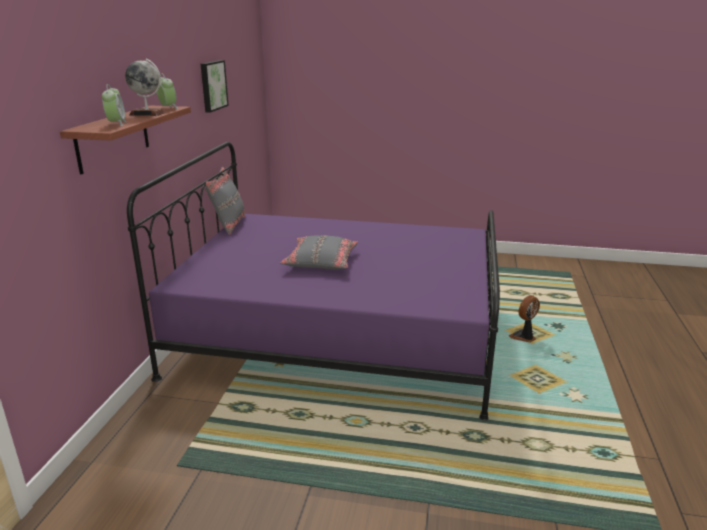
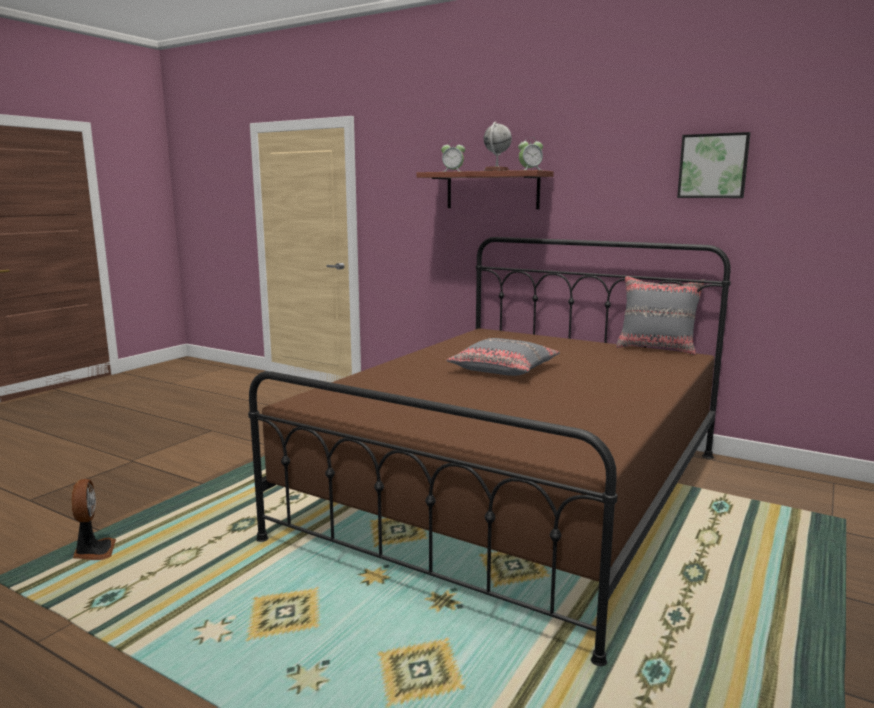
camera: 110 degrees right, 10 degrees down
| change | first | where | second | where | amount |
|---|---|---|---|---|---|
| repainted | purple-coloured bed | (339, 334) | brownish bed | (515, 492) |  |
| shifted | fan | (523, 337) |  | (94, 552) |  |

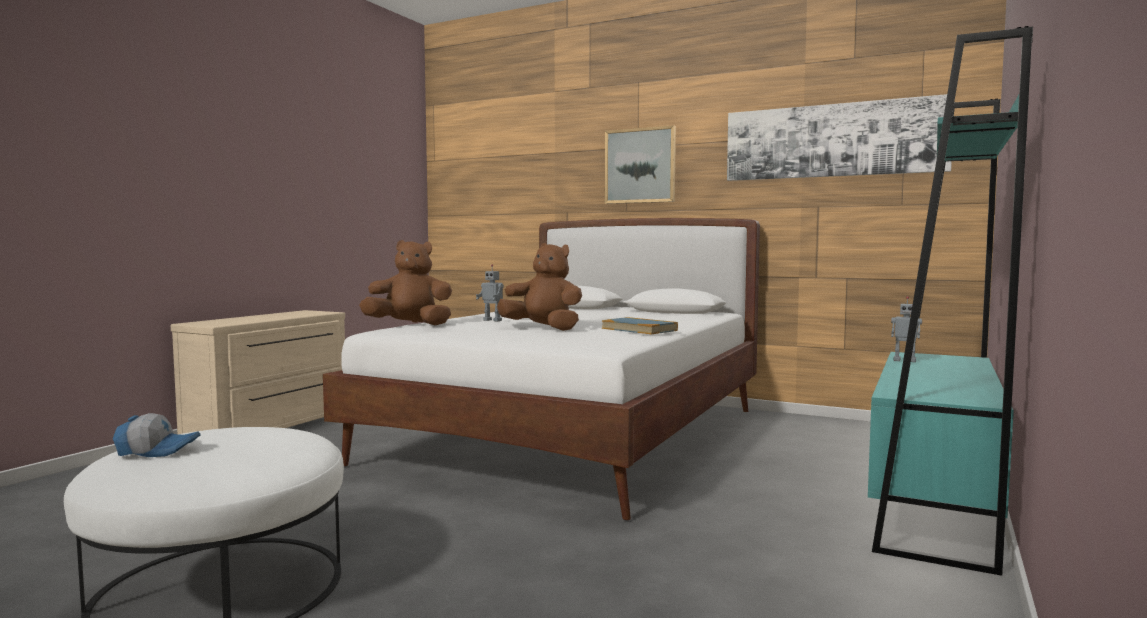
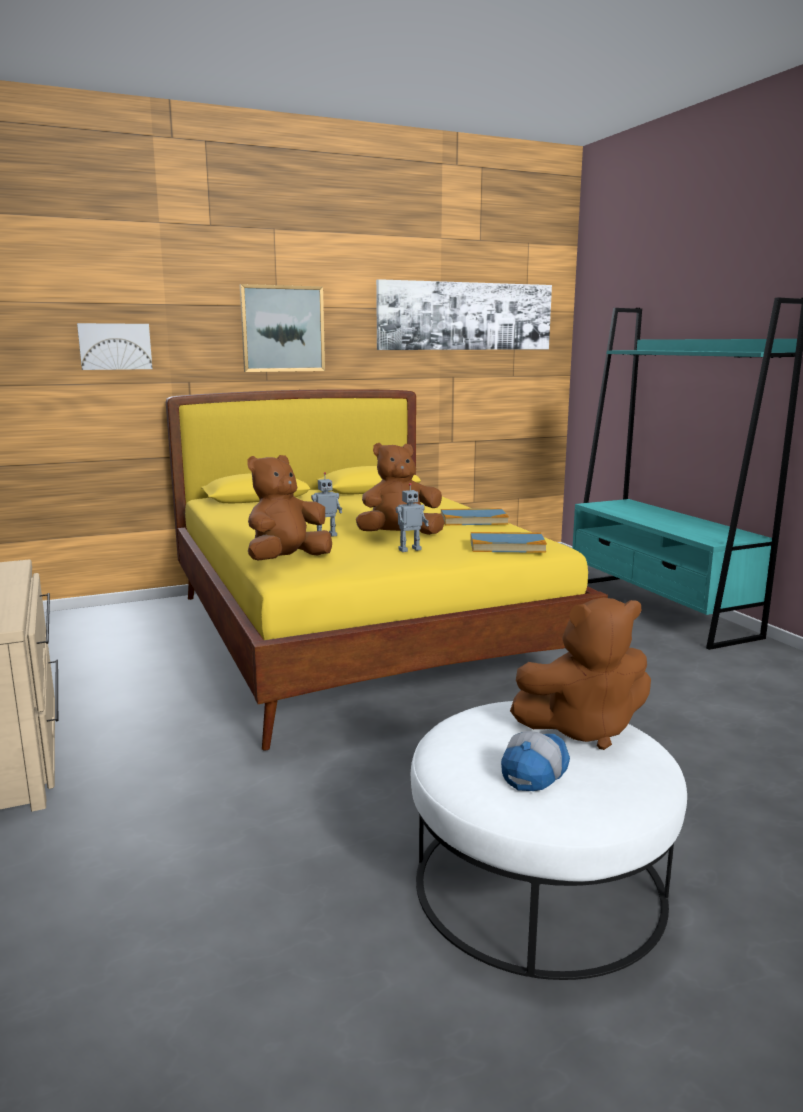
camera: 50 degrees left, 10 degrees up
| change | first | where | second | where | amount |
|---|---|---|---|---|---|
| repainted | white-coloured bed | (574, 436) | yellow bed | (358, 637) |  |
| shifted | robot figure | (904, 360) |  | (409, 549) |  |
| new |  |  | wall art | (115, 346) |  |
| new |  |  | book | (507, 546) |  |
| new |  |  | brownish soft toy | (583, 728) |  |

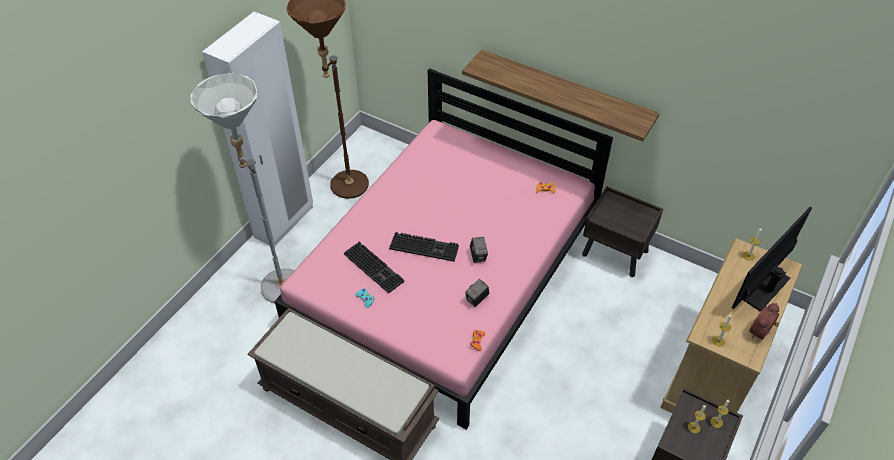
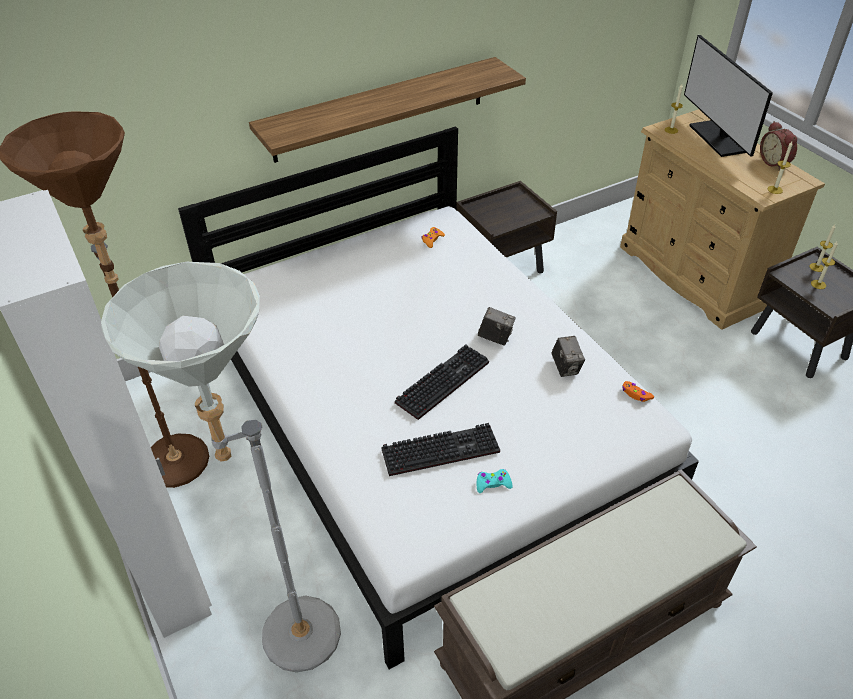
camera: 60 degrees left, 5 degrees down
| change | first | where | second | where | amount |
|---|---|---|---|---|---|
| repainted | pink-coloured bed | (447, 275) | white-coloured bed | (428, 423) |  |

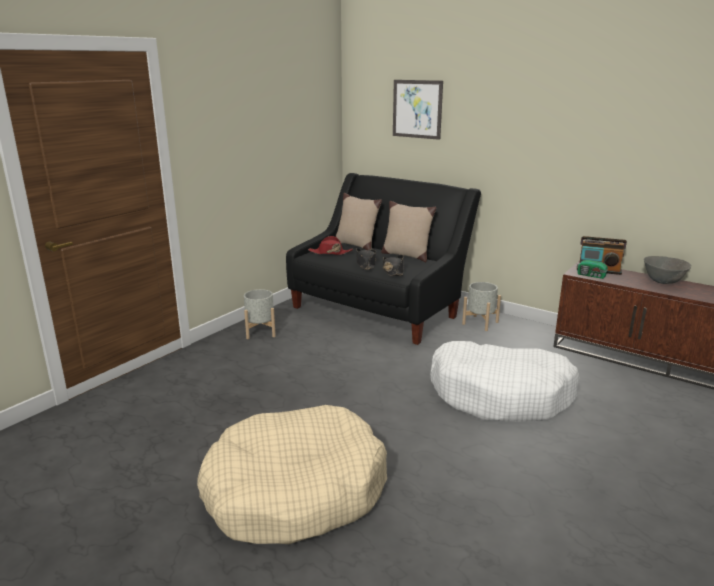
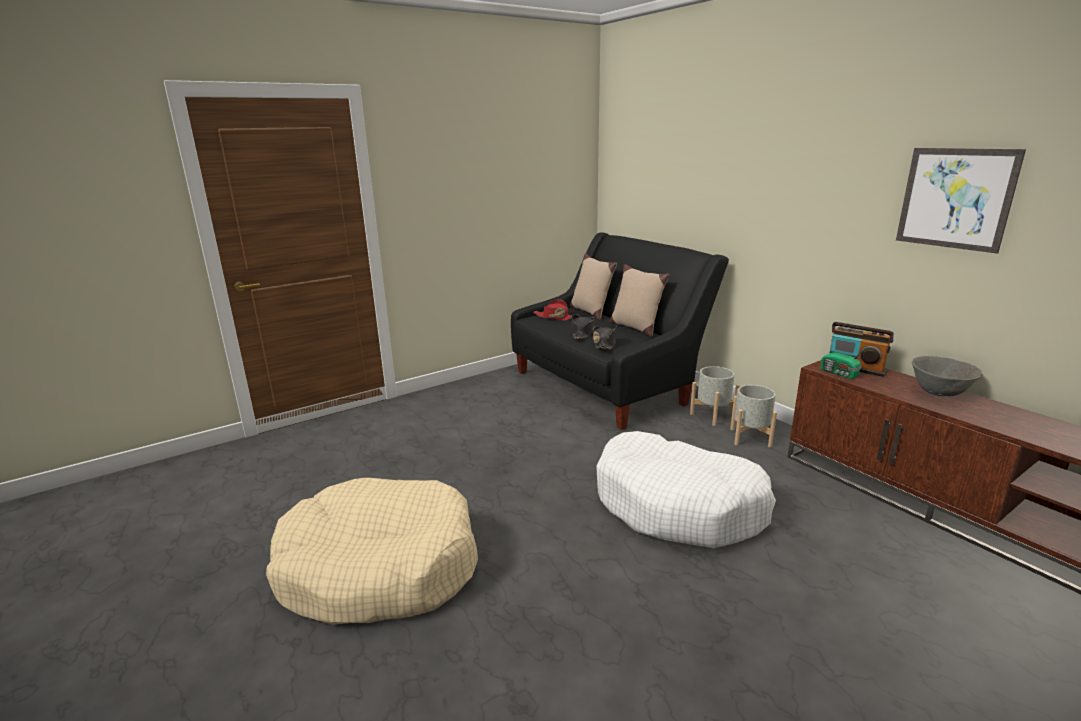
camera: 20 degrees right, 0 degrees up
| change | first | where | second | where | amount |
|---|---|---|---|---|---|
| shifted | gray planter | (260, 332) |  | (750, 437) |  |
| shifted | wall art | (417, 109) |  | (955, 198) |  |

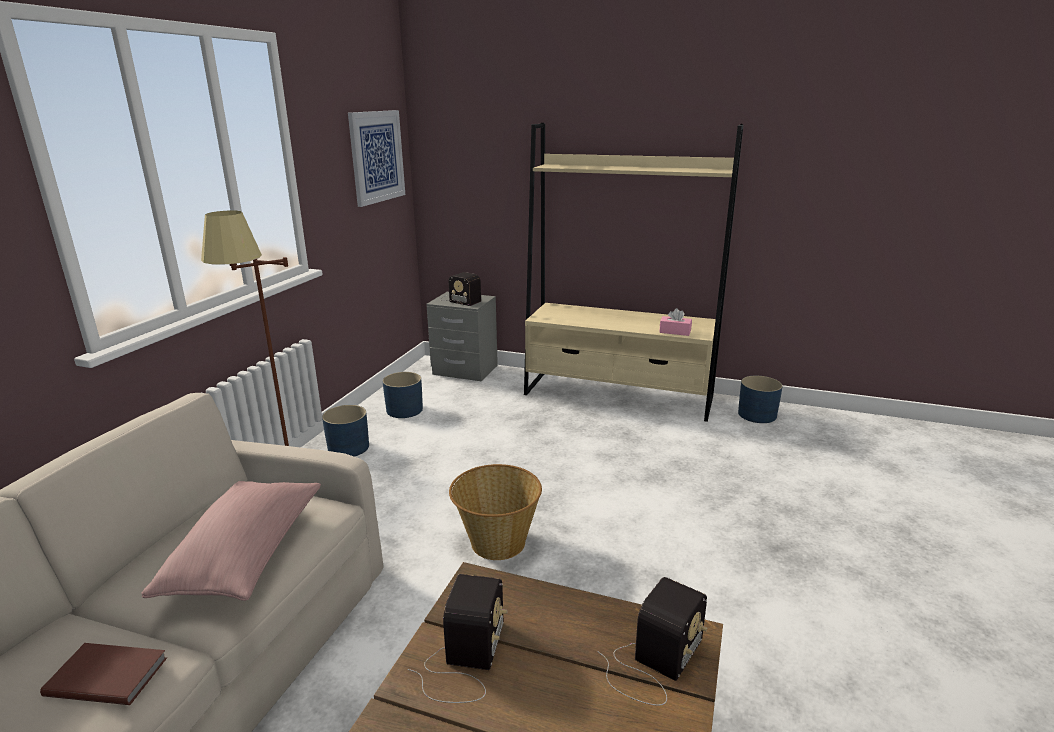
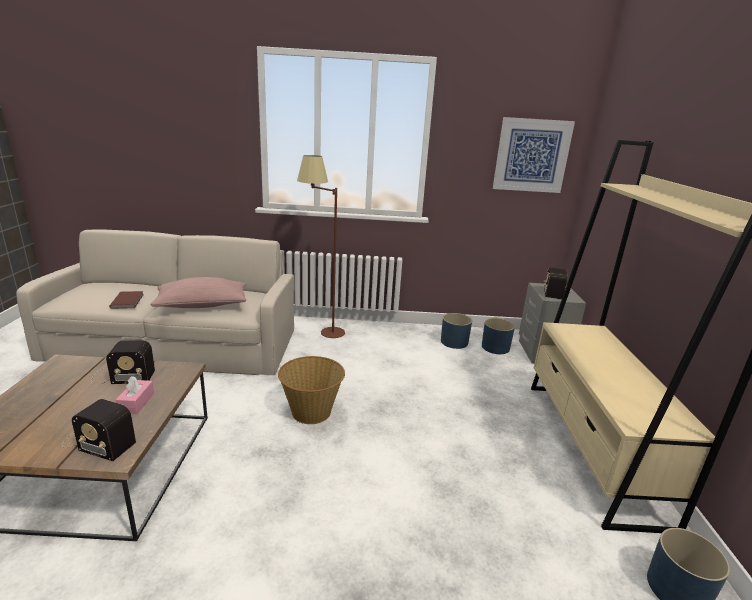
camera: 70 degrees right, 0 degrees up
| change | first | where | second | where | amount |
|---|---|---|---|---|---|
| shifted | bluish planter | (348, 447) |  | (495, 347) |  |
| shifted | pink-coloured tissue holder | (675, 331) |  | (136, 403) |  |

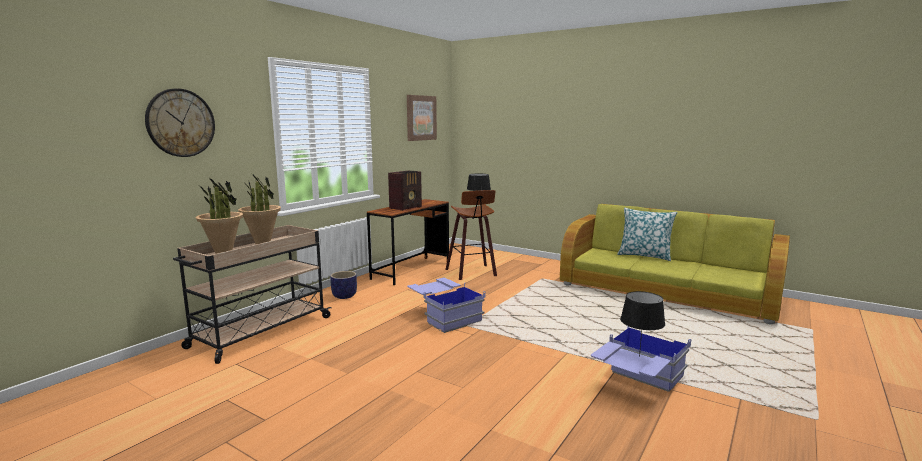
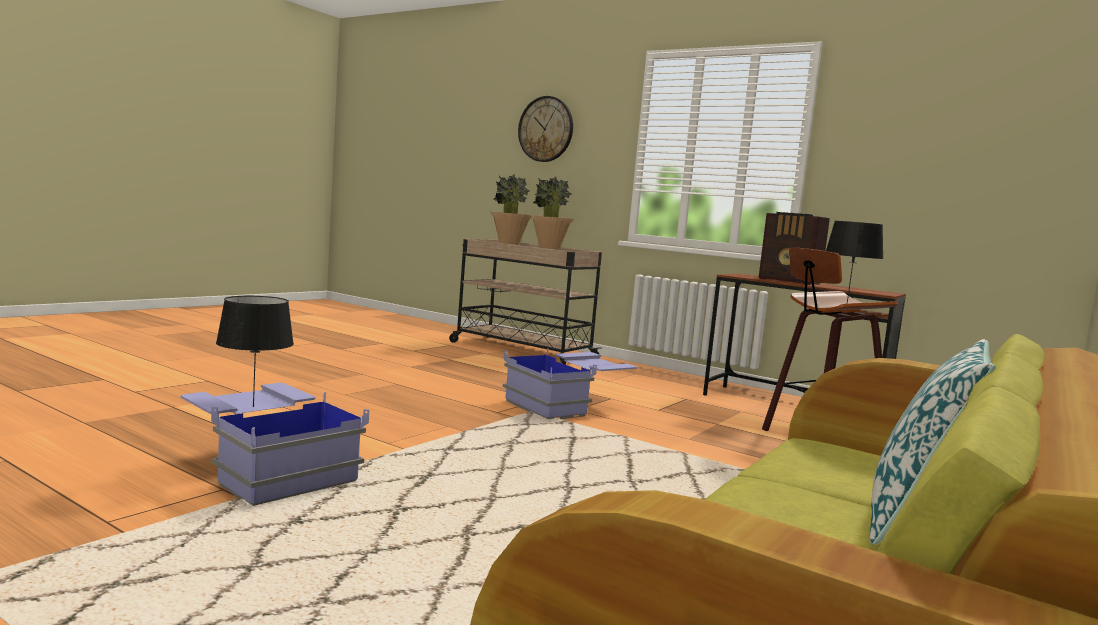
camera: 90 degrees right, 5 degrees down
| change | first | where | second | where | amount |
|---|---|---|---|---|---|
| gone | planter | (344, 296) |  |  |  |
| gone | wall art | (421, 118) |  |  |  |

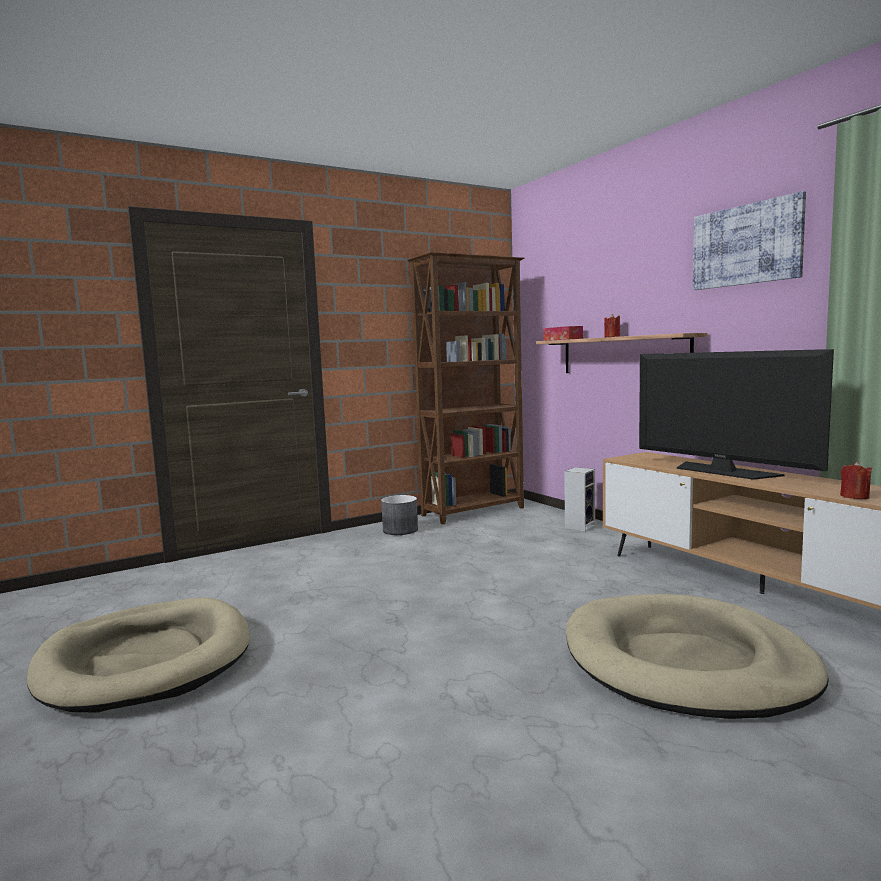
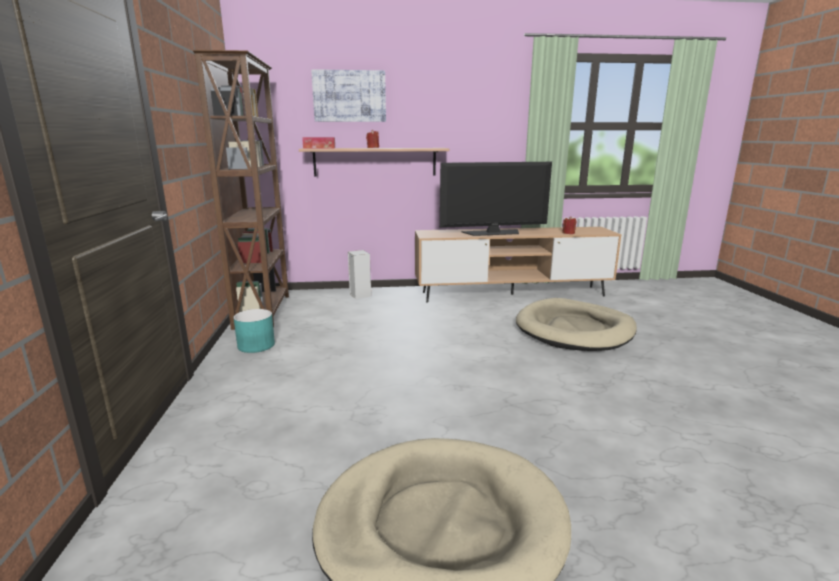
camera: 65 degrees left, 10 degrees up
| change | first | where | second | where | amount |
|---|---|---|---|---|---|
| repainted | gray planter | (400, 530) | blue-green planter | (256, 345) |  |
| shifted | wall art | (746, 245) |  | (349, 96) |  |

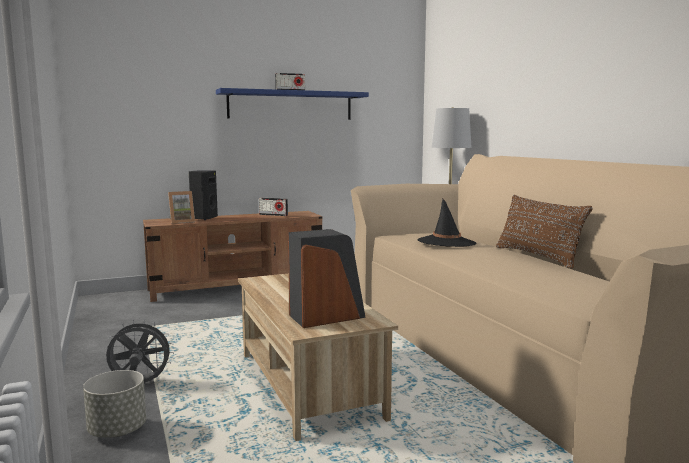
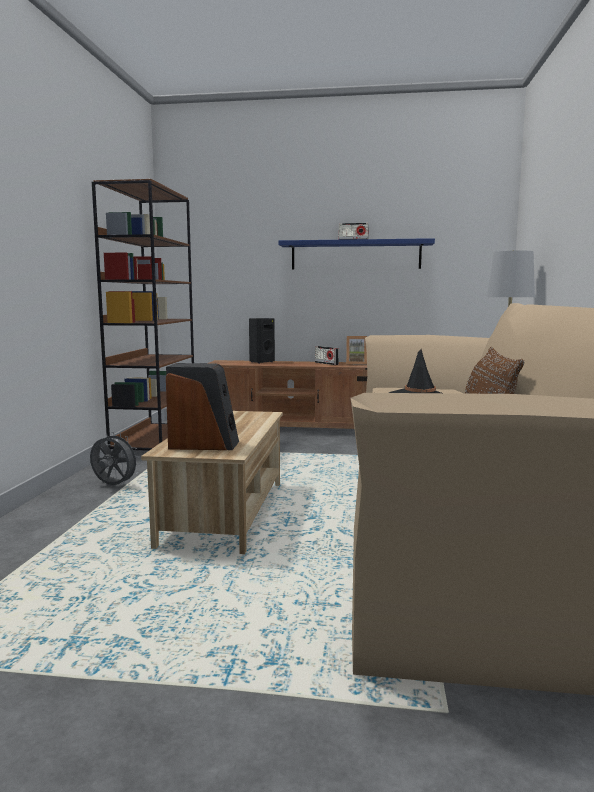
camera: 30 degrees right, 0 degrees up
| change | first | where | second | where | amount |
|---|---|---|---|---|---|
| gone | gray planter | (117, 431) |  |  |  |
| shifted | standing frame | (181, 222) |  | (356, 364) |  |
| new |  |  | brownish bookshelf | (155, 444) |  |

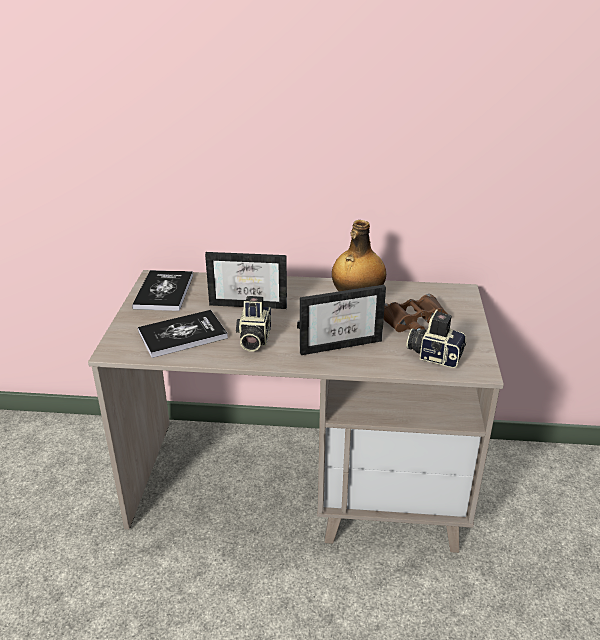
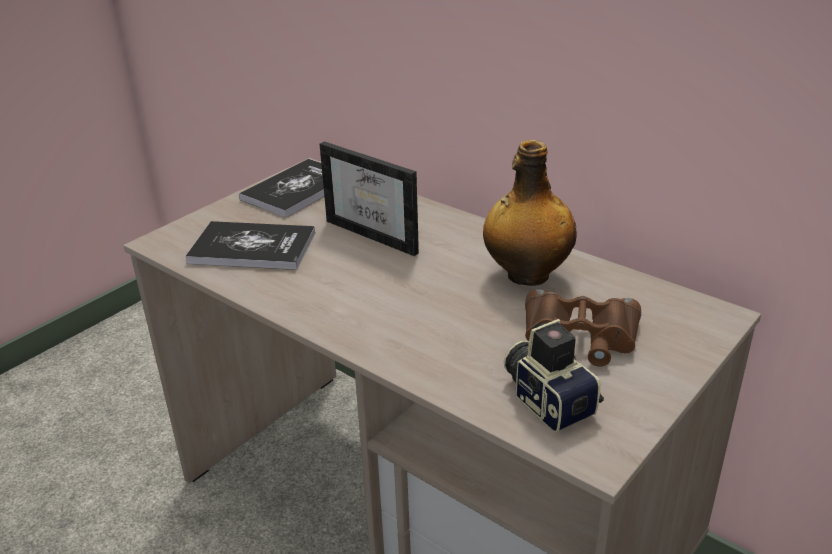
camera: 35 degrees right, 0 degrees up
| change | first | where | second | where | amount |
|---|---|---|---|---|---|
| gone | photo camera | (253, 339) |  |  |  |
| gone | standing frame | (339, 342) |  |  |  |

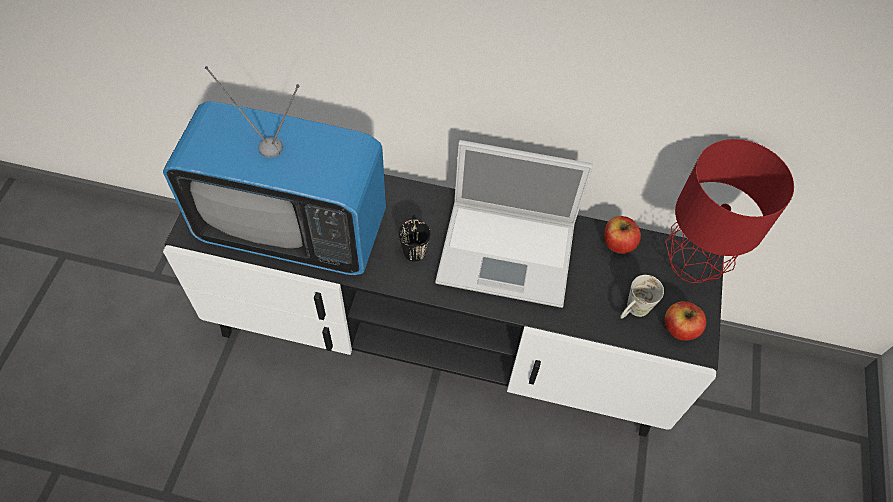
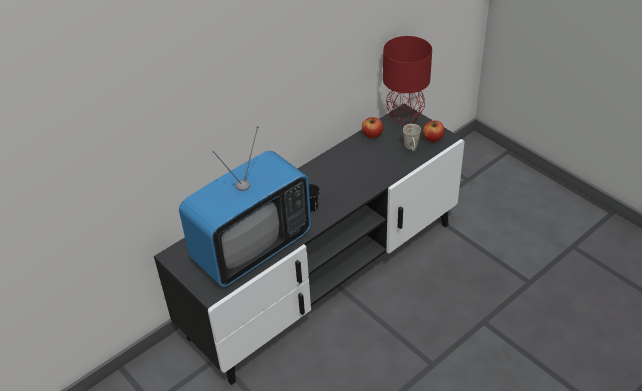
camera: 50 degrees left, 15 degrees down
| change | first | where | second | where | amount |
|---|---|---|---|---|---|
| gone | portable computer | (509, 253) |  |  |  |

